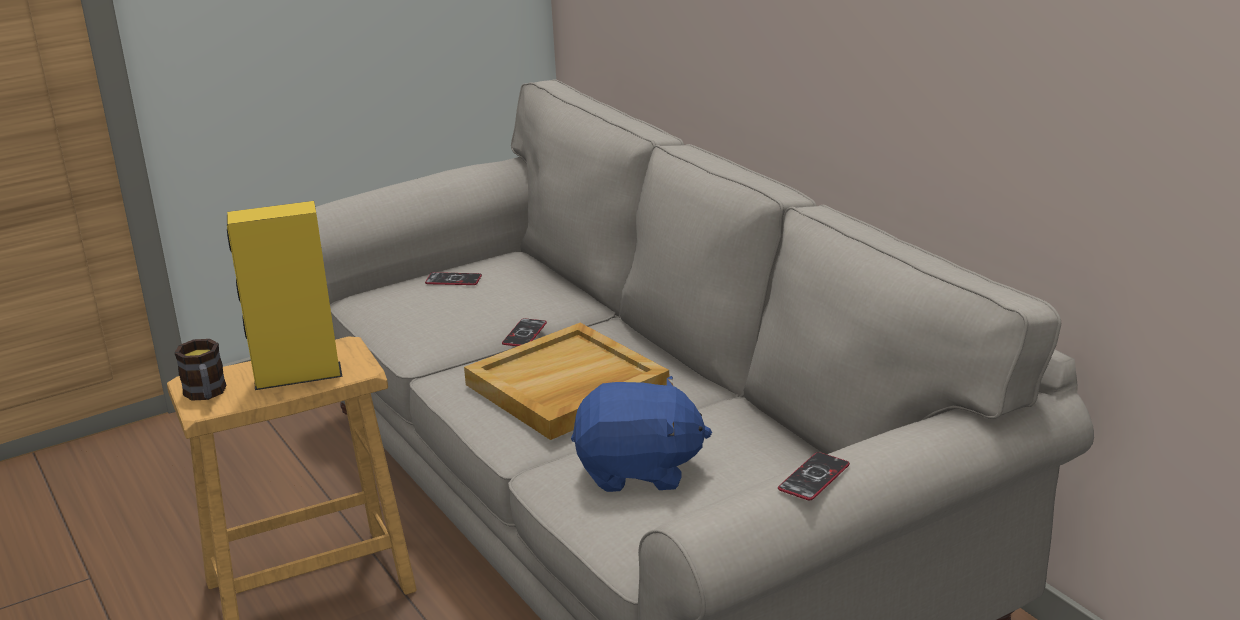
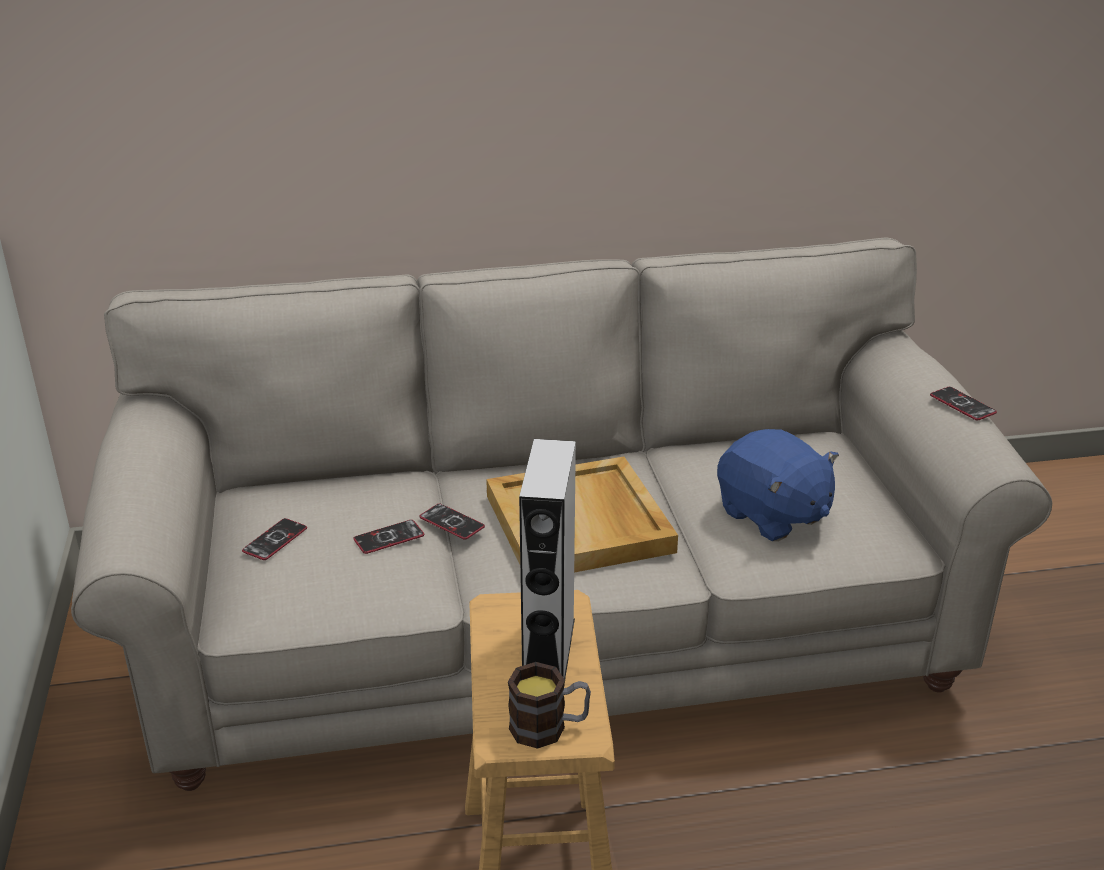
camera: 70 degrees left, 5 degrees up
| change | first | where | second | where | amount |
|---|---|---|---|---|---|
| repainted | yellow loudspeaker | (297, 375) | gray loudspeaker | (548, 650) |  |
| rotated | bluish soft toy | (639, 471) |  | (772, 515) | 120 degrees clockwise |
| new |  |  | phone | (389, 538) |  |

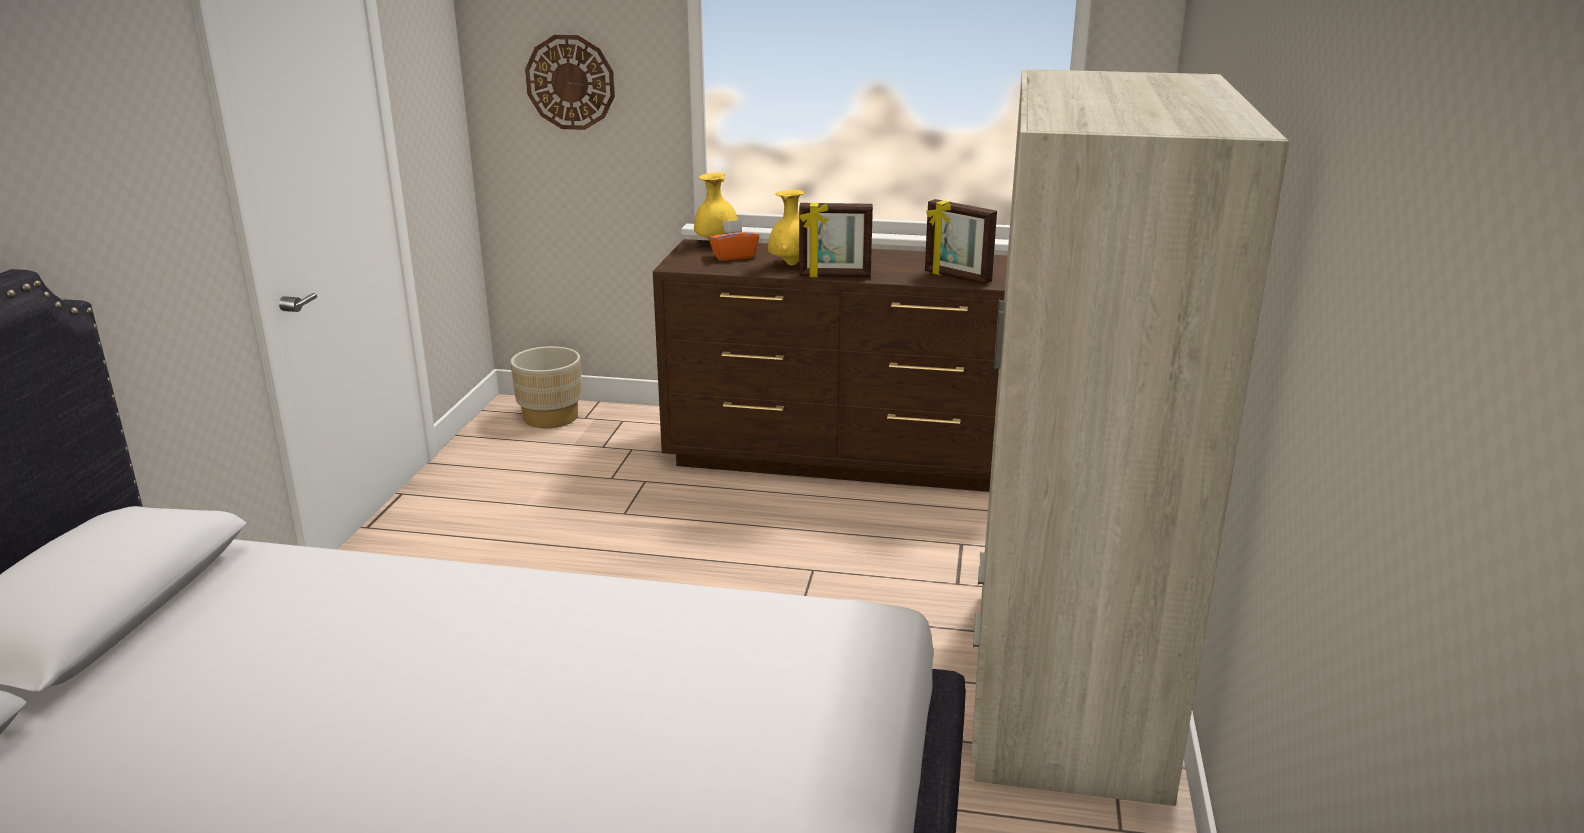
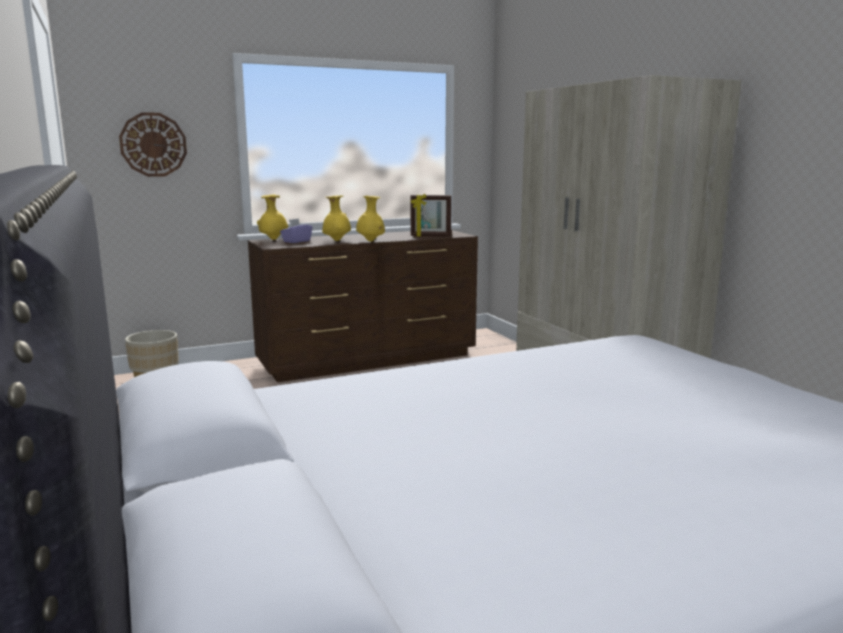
camera: 35 degrees left, 10 degrees down
| change | first | where | second | where | amount |
|---|---|---|---|---|---|
| repainted | orangey tissue holder | (733, 256) | purple-coloured tissue holder | (296, 241) |  |
| swapped | standing frame | (834, 276) | yellow decorative vase | (371, 241) |  |

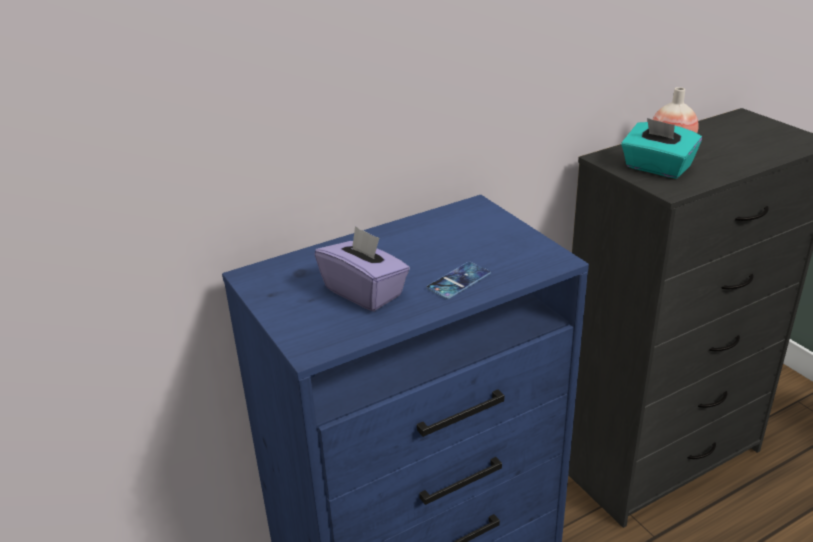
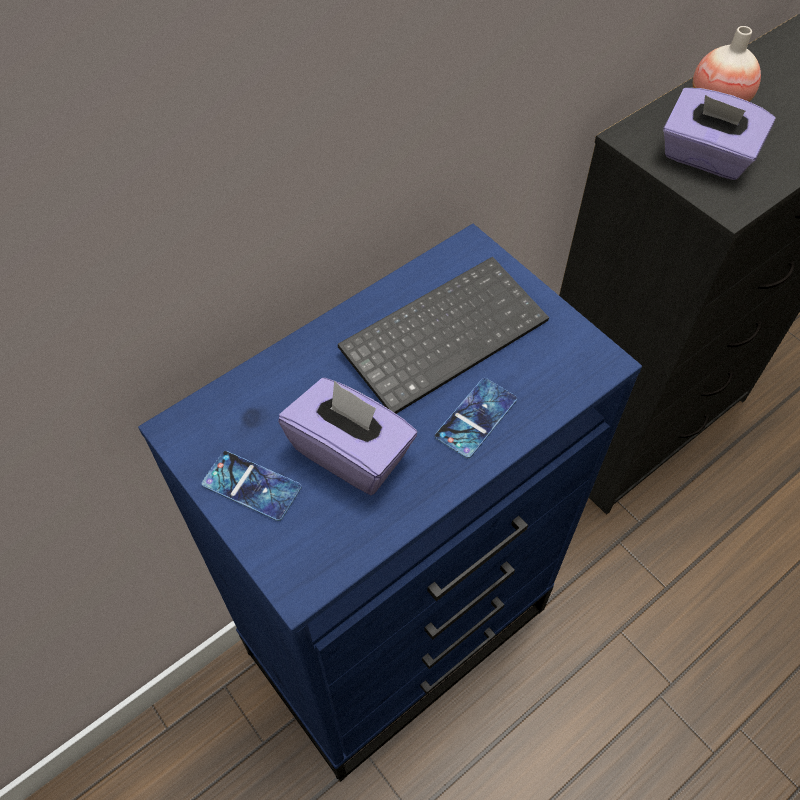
camera: 10 degrees left, 25 degrees up
| change | first | where | second | where | amount |
|---|---|---|---|---|---|
| repainted | blue-green tissue holder | (657, 168) | purple-coloured tissue holder | (705, 157) |  |
| new |  |  | phone | (251, 486) |  |
| new |  |  | computer keyboard | (444, 333) |  |

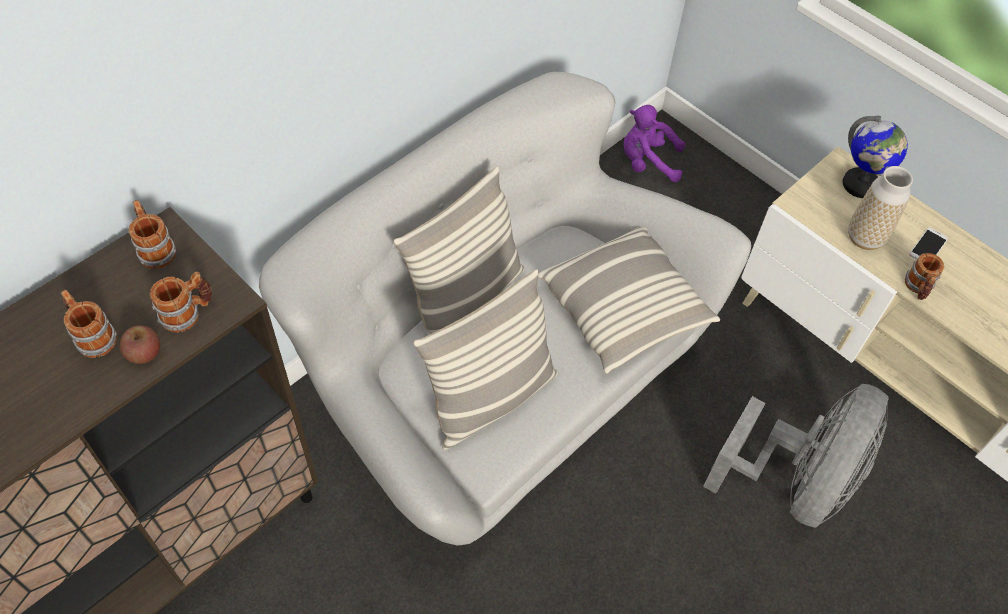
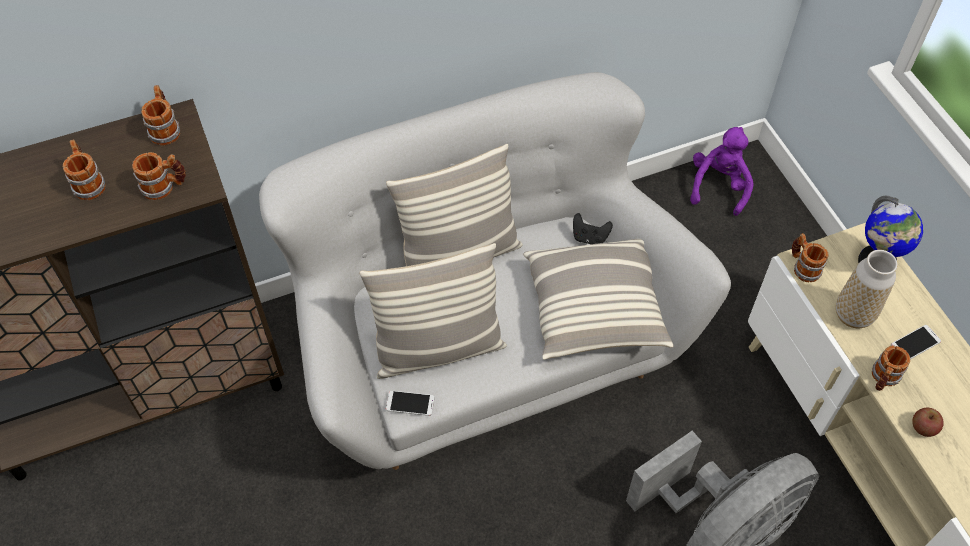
camera: 25 degrees right, 0 degrees up
| change | first | where | second | where | amount |
|---|---|---|---|---|---|
| shifted | whole apple | (144, 353) |  | (923, 427) |  |
| rotated | purple-coloured soft toy | (647, 162) |  | (719, 186) | 75 degrees clockwise |
| new |  |  | phone | (410, 403) |  |
| new |  |  | blackish joypad | (589, 237) |  |
| new |  |  | tea mug | (803, 267) |  |

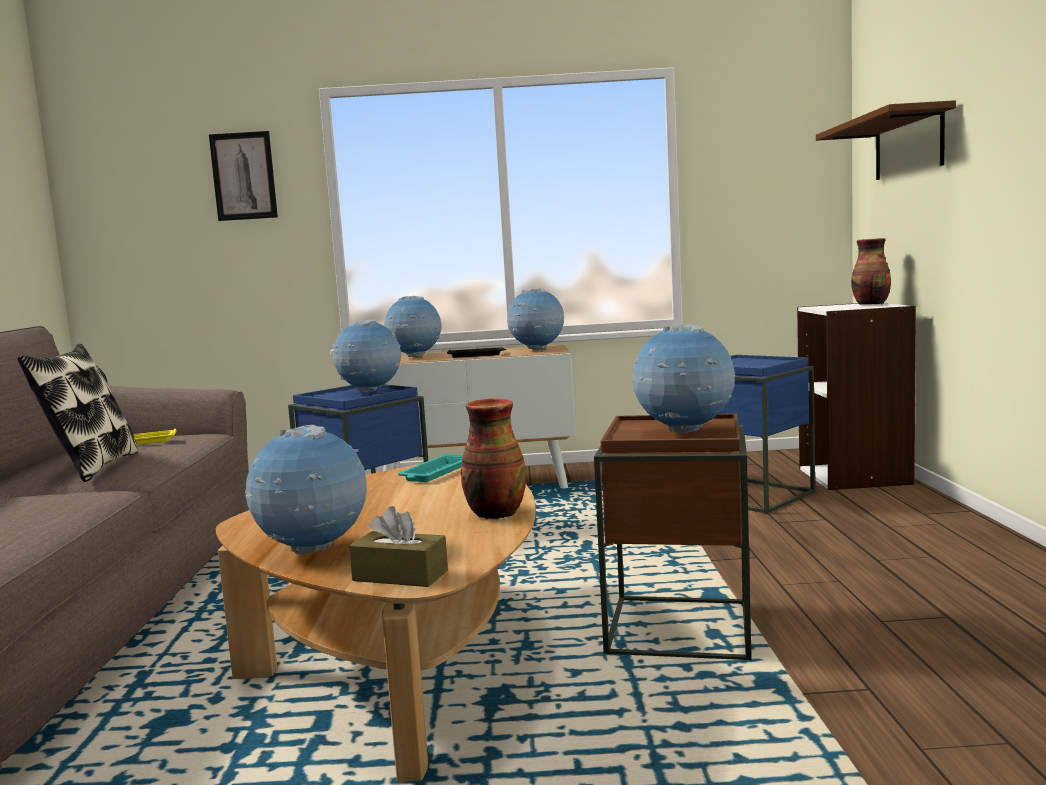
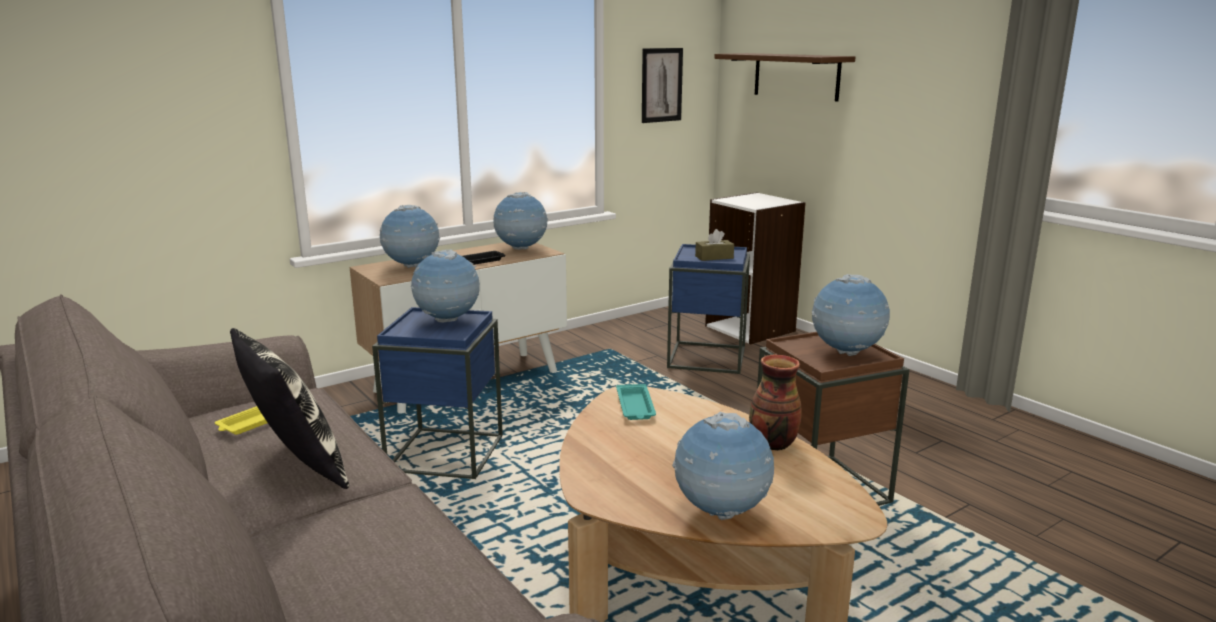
camera: 35 degrees left, 10 degrees up
| change | first | where | second | where | amount |
|---|---|---|---|---|---|
| shifted | wall art | (243, 176) |  | (661, 85) |  |
| shifted | brownish tissue holder | (400, 576) |  | (714, 257) |  |
| gone | decorative vase | (871, 304) |  |  |  |

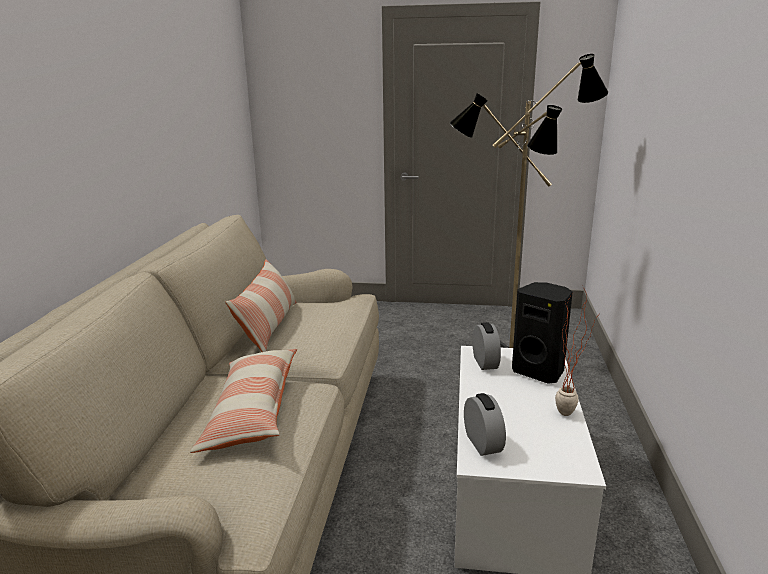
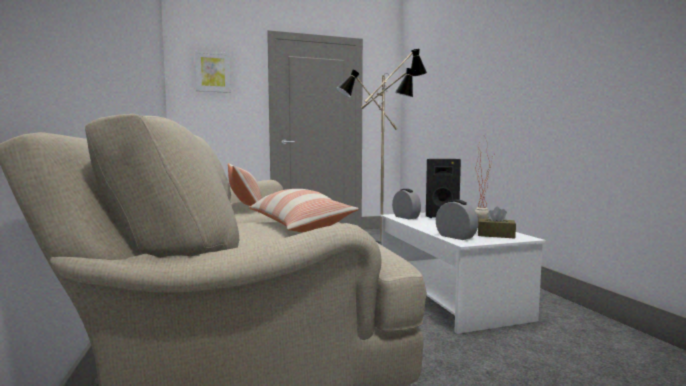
camera: 25 degrees left, 15 degrees down
| change | first | where | second | where | amount |
|---|---|---|---|---|---|
| new |  |  | wall art | (213, 72) |  |
| new |  |  | brownish tissue holder | (495, 235) |  |

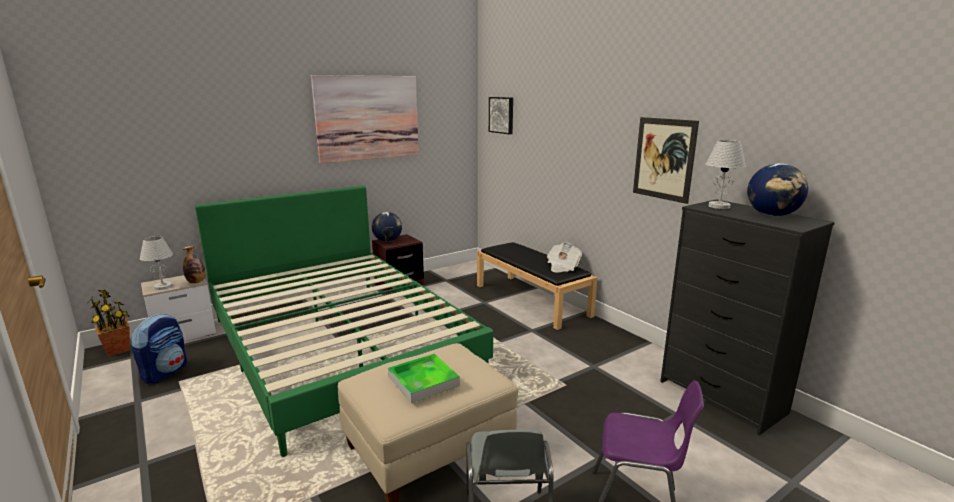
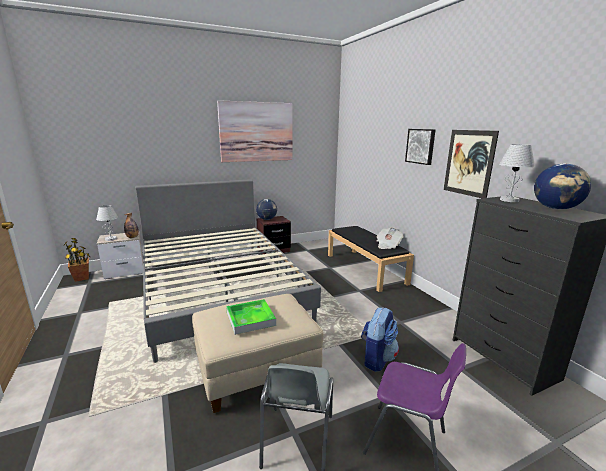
camera: 10 degrees right, 0 degrees up
| change | first | where | second | where | amount |
|---|---|---|---|---|---|
| shifted | backpack | (165, 372) |  | (377, 359) |  |
| repainted | greenish bed | (339, 345) | gray bed | (219, 288) |  |
| shifted | wall art | (502, 115) |  | (421, 146) |  |

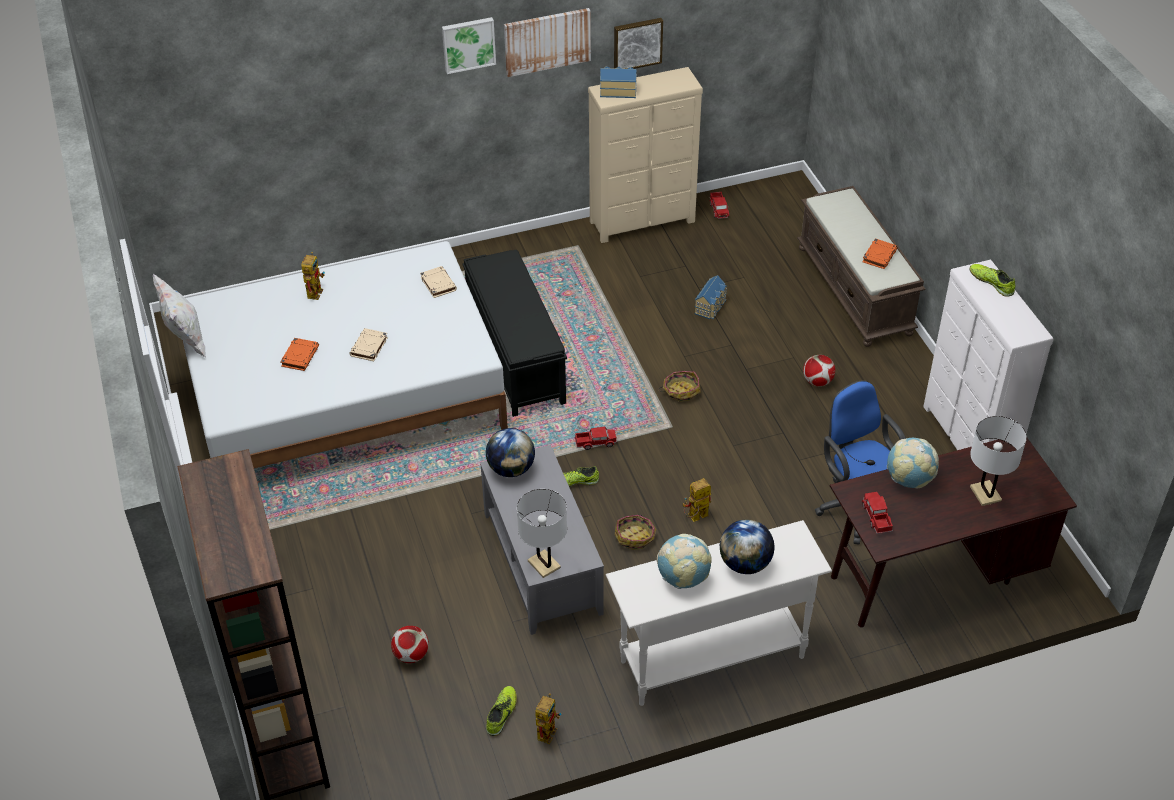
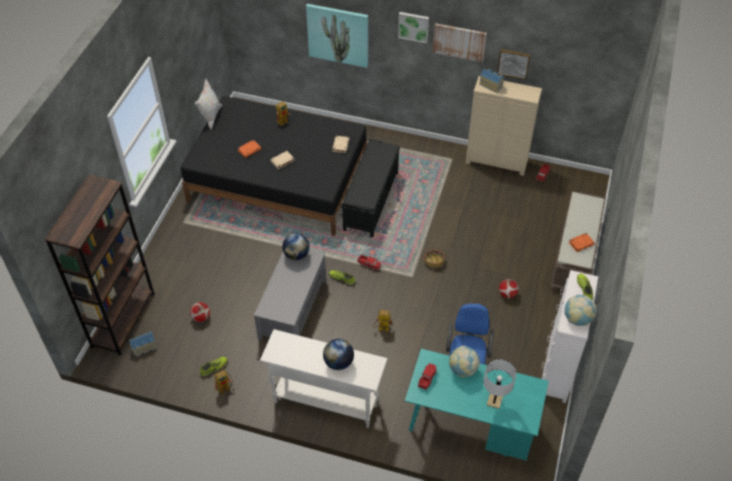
camera: 35 degrees right, 5 degrees up
| change | first | where | second | where | amount |
|---|---|---|---|---|---|
| repainted | white-coloured bed | (344, 396) | blackish bed | (278, 180) |  |
| gone | white-coloured table lamp | (544, 564) |  |  |  |
| gone | household basket | (635, 536) |  |  |  |
| shifted | world globe | (683, 578) |  | (577, 319) |  |
| shifted | model house | (711, 306) |  | (144, 348) |  |
| repainted | brownish desk table | (933, 576) | blue-green desk table | (470, 428) |  |
| new |  |  | wall art | (338, 34) |  |

